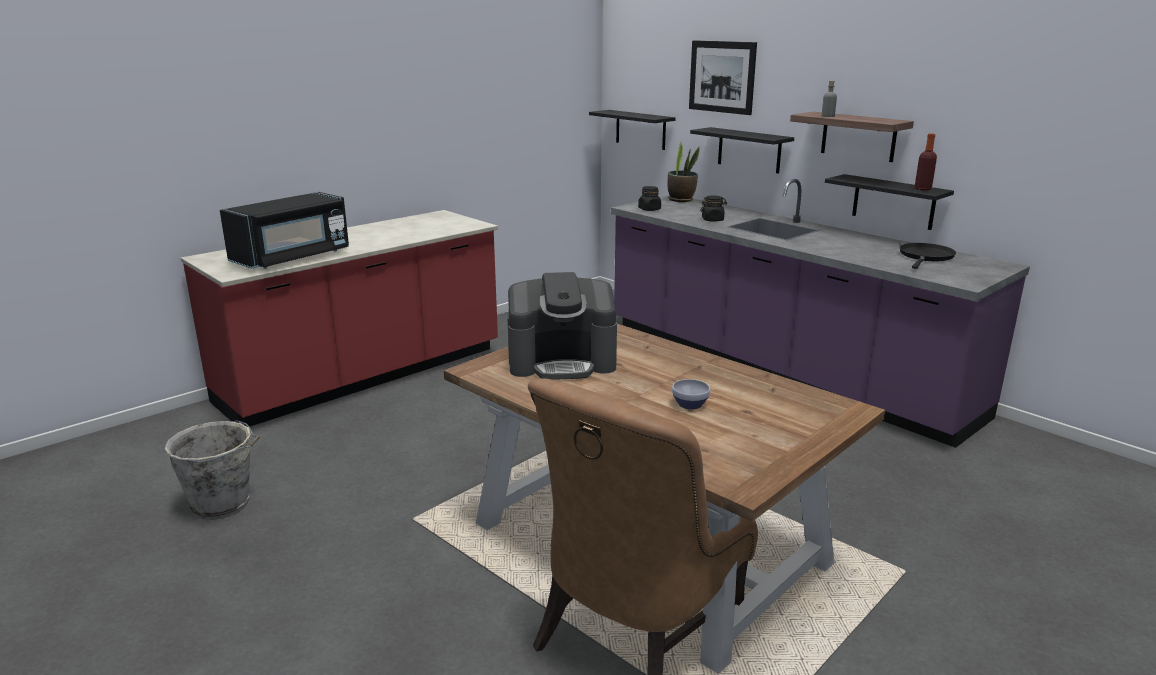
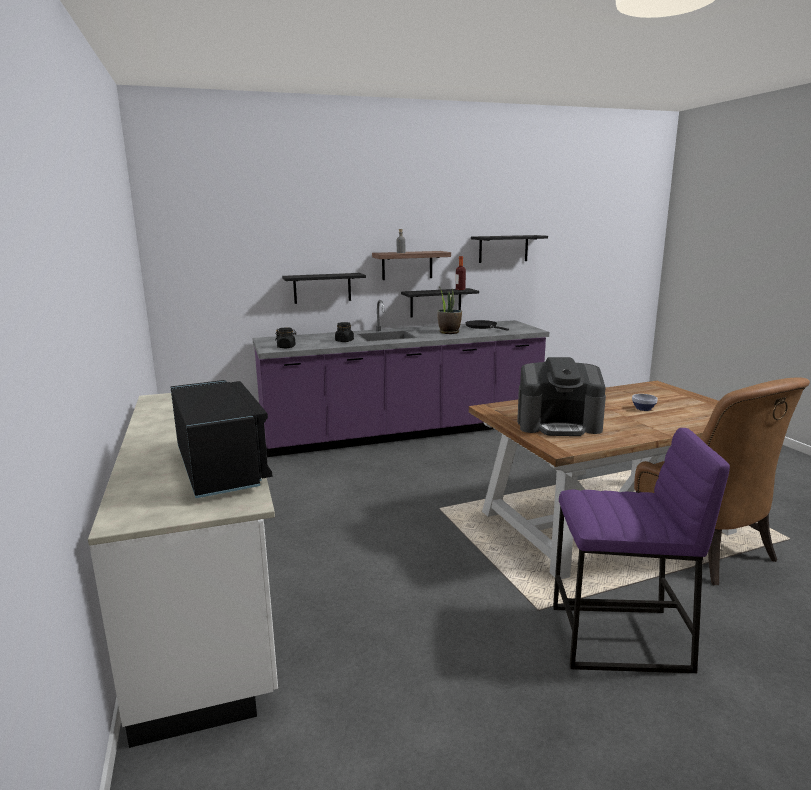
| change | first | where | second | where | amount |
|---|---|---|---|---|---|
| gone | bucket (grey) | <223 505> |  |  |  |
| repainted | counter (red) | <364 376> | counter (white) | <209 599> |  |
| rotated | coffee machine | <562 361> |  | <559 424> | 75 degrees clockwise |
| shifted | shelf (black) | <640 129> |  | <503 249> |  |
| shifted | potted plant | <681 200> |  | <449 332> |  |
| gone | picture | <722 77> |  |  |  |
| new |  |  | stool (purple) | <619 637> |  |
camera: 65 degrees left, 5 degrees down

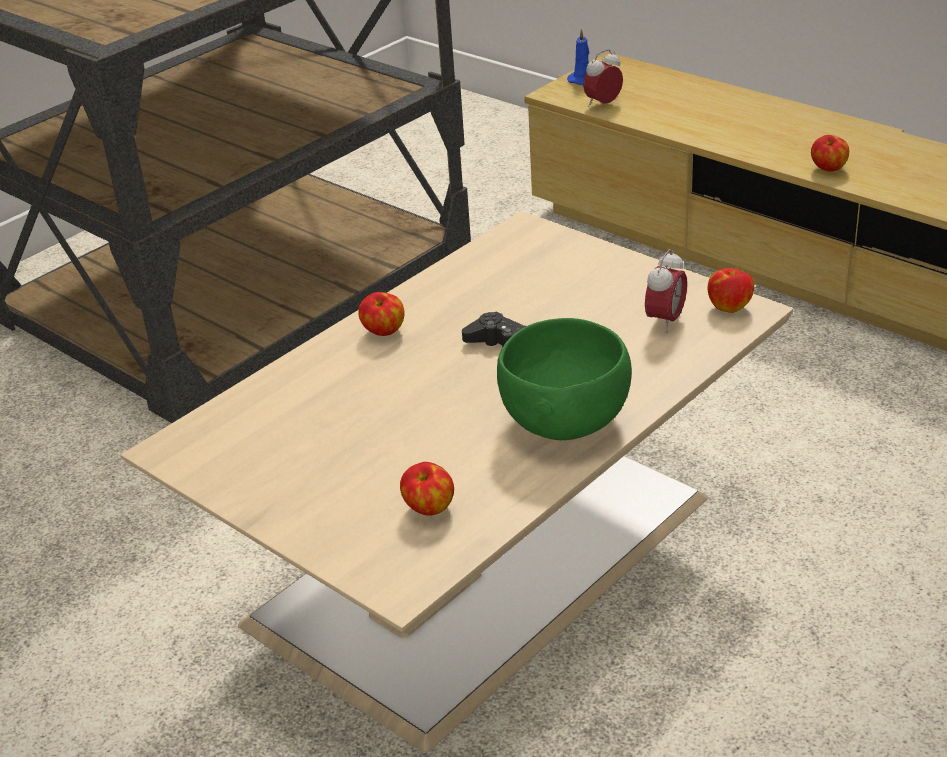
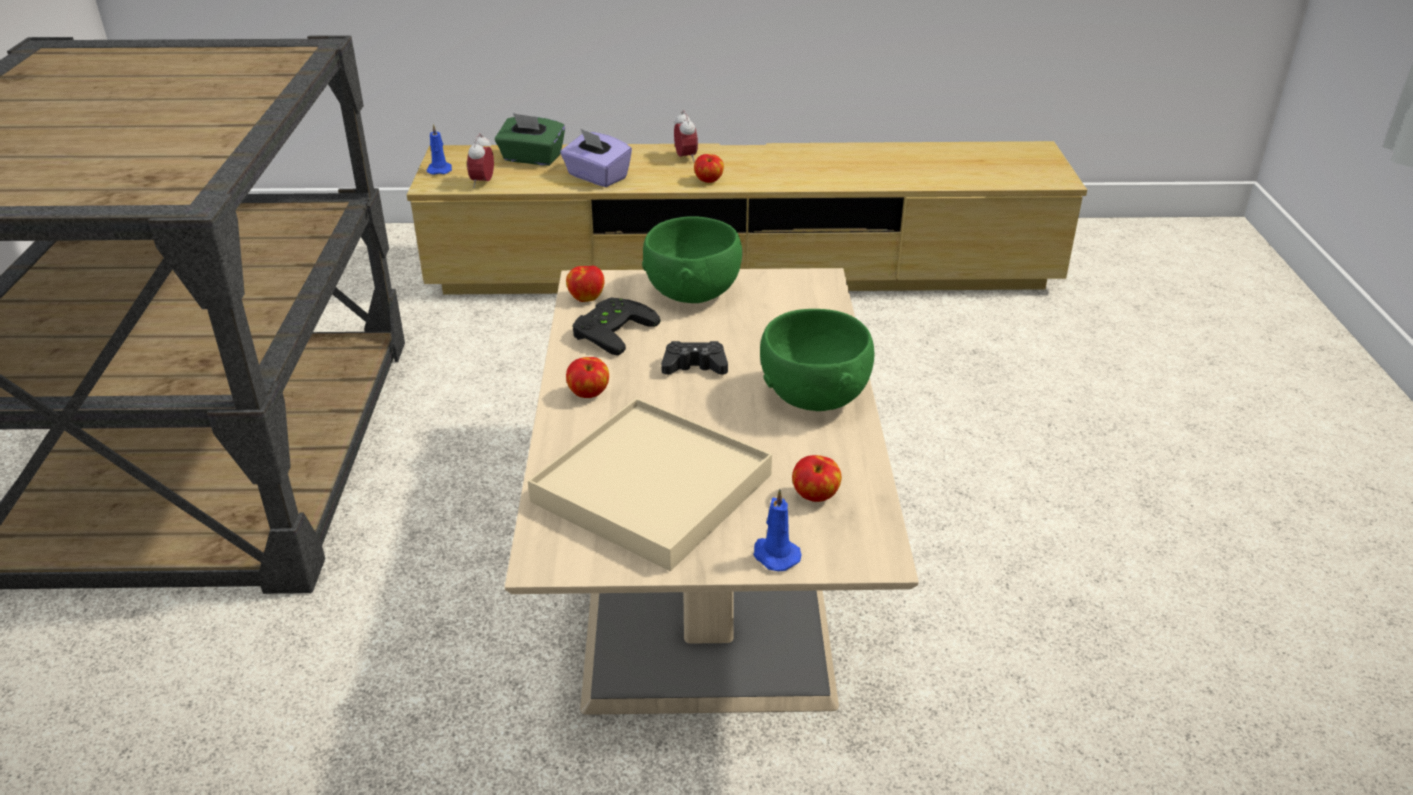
| change | first | where | second | where | amount |
|---|---|---|---|---|---|
| shifted | alarm clock | <665 321> |  | <685 158> |  |
| shifted | apple | <729 307> |  | <586 297> |  |
| new |  |  | tissue box (green) | <532 158> |  |
| new |  |  | tray (beige) | <651 488> |  |
| new |  |  | tissue box (purple) | <597 177> |  |
| new |  |  | game controller (black) | <610 330> |  |
| new |  |  | bowl (green) | <693 292> |  |
| new |  |  | candle (blue) | <774 555> |  |
camera: 45 degrees left, 0 degrees up

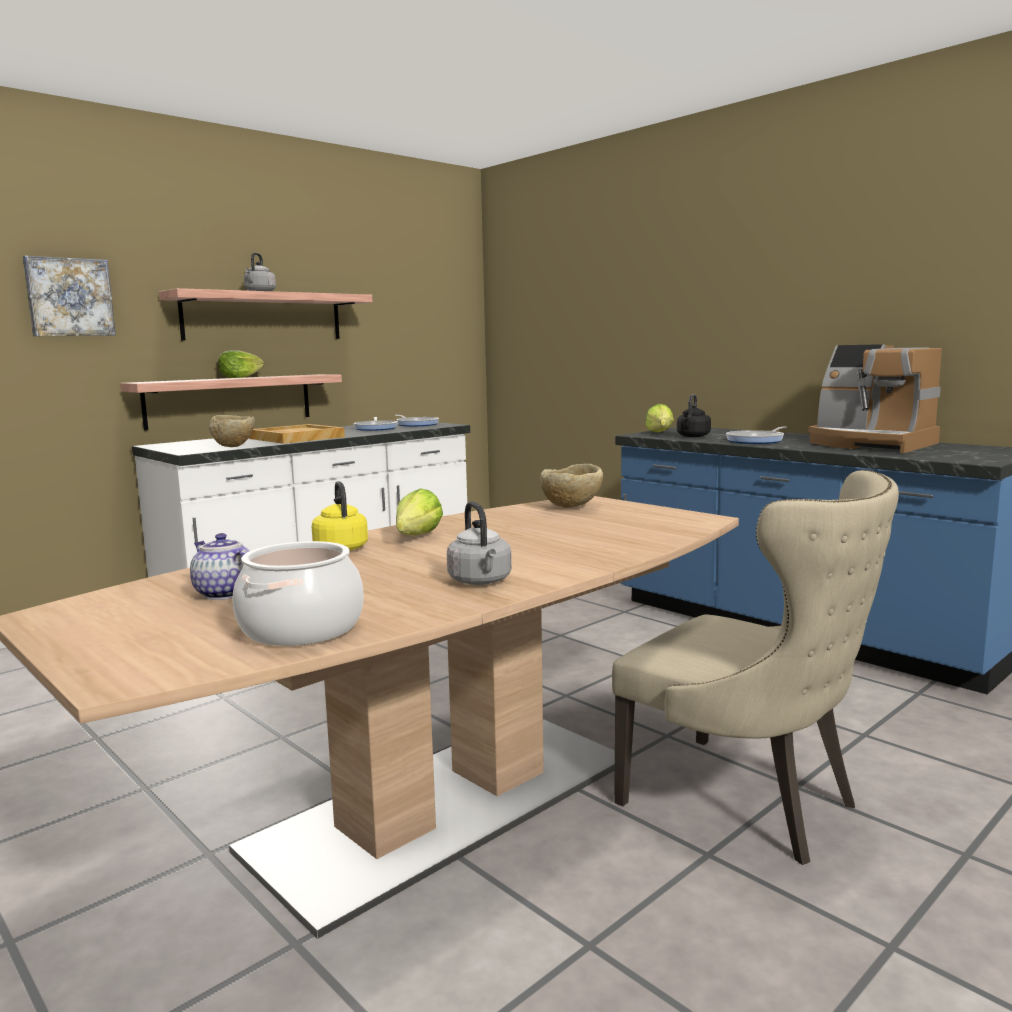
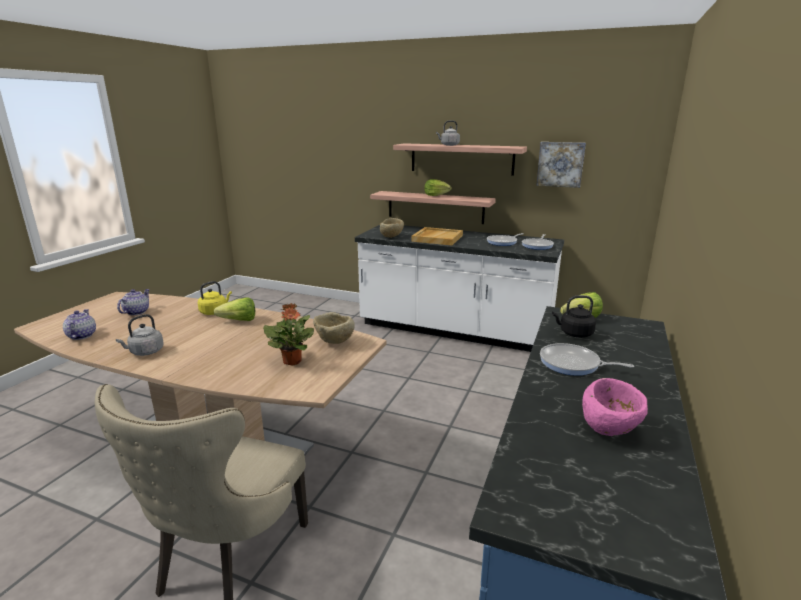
| change | first | where | second | where | amount |
|---|---|---|---|---|---|
| shifted | picture | <69 297> |  | <560 164> |  |
| swapped | cooking pot | <301 629> | teapot | <81 335> |  |
| swapped | coffee machine | <871 444> | bowl (pink) | <610 429> |  |
| new |  |  | potted plant | <292 361> |  |
camera: 65 degrees right, 10 degrees up

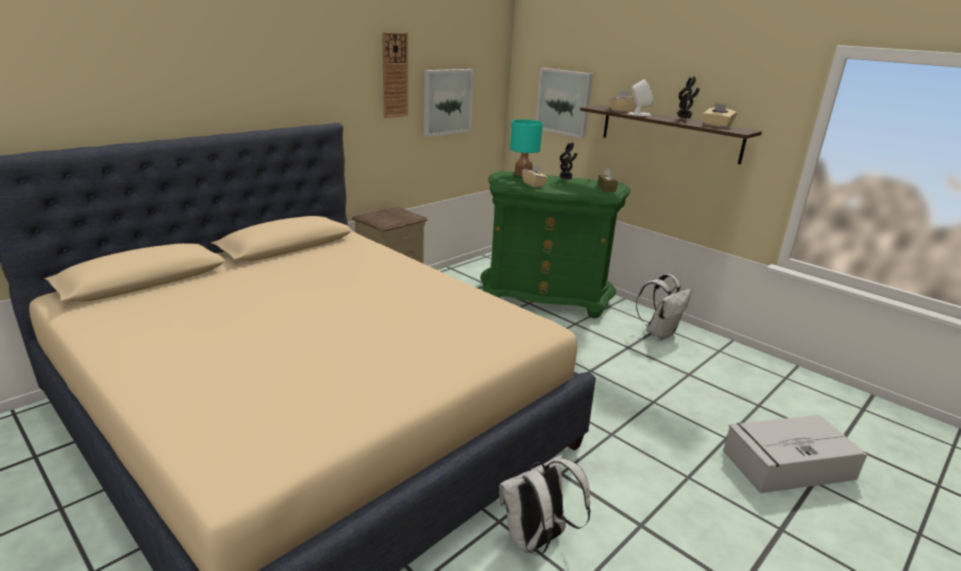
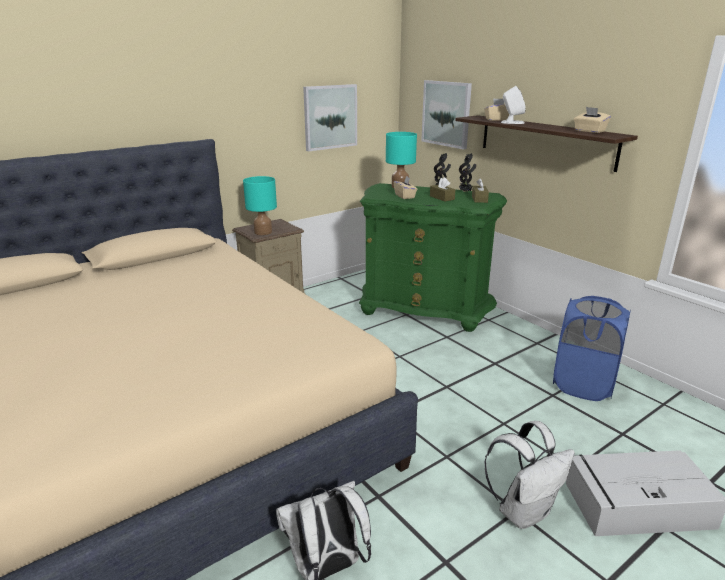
| change | first | where | second | where | amount |
|---|---|---|---|---|---|
| gone | wall clock | <394 75> |  |  |  |
| shifted | backpack (white) | <659 333> |  | <524 511> |  |
| shifted | potted plant | <683 120> |  | <465 192> |  |
| new |  |  | table lamp (turquoise) | <262 232> |  |
| new |  |  | tissue box (brown) | <442 198> |  |
| new |  |  | laundry basket (blue) | <583 385> |  |
camera: 10 degrees right, 0 degrees up

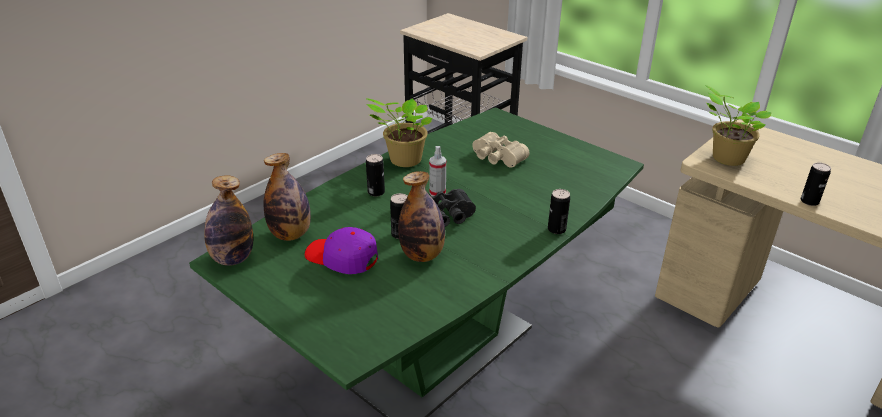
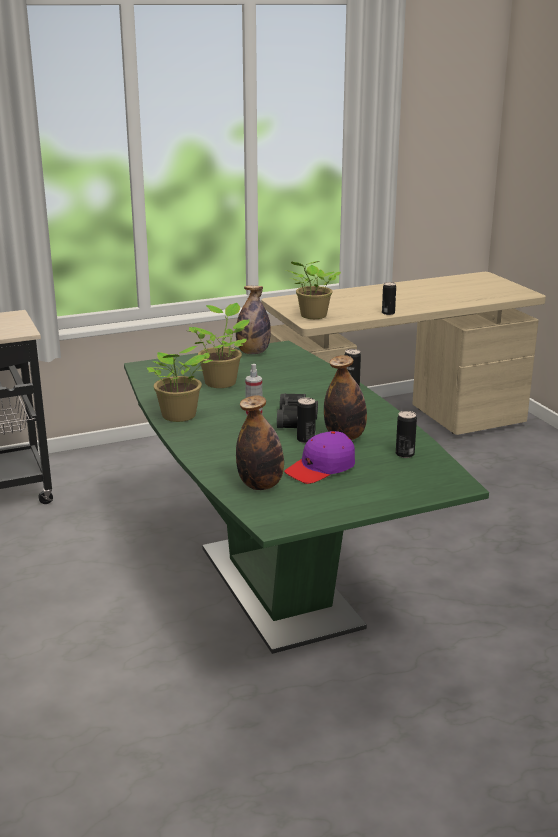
| change | first | where | second | where | amount |
|---|---|---|---|---|---|
| shifted | bottle | <232 259> |  | <253 352> |  |
| shifted | can | <376 192> |  | <405 454> |  |
| swapped | binoculars (beige) | <496 158> | potted plant | <221 382> |  |
camera: 65 degrees left, 10 degrees down

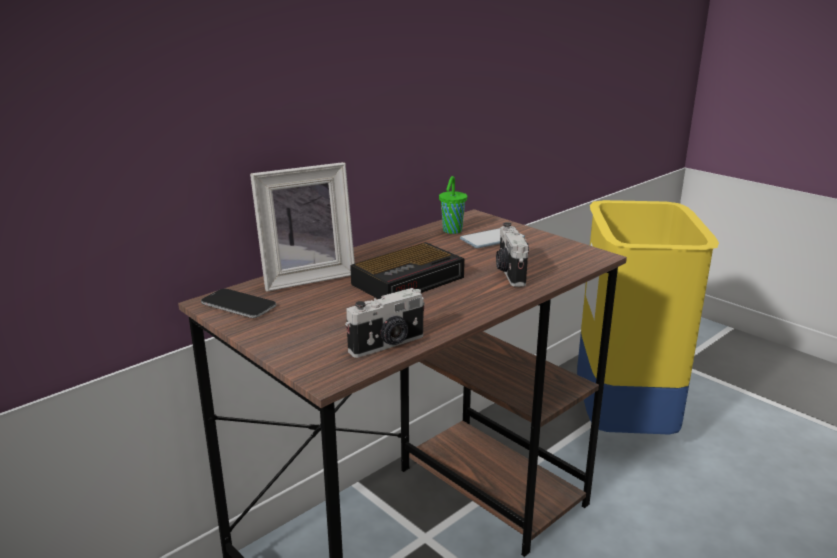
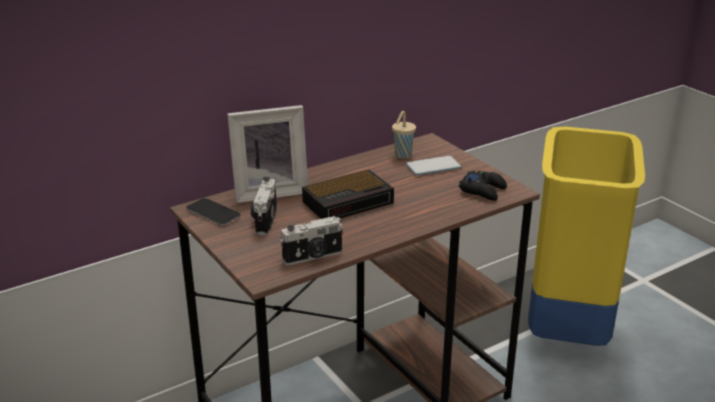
| change | first | where | second | where | amount |
|---|---|---|---|---|---|
| repainted | cup (green) | <451 231> | cup (beige) | <402 155> |  |
| shifted | photo camera | <509 273> |  | <264 220> |  |
| new |  |  | game controller (black) | <483 190> |  |
camera: 10 degrees right, 5 degrees up

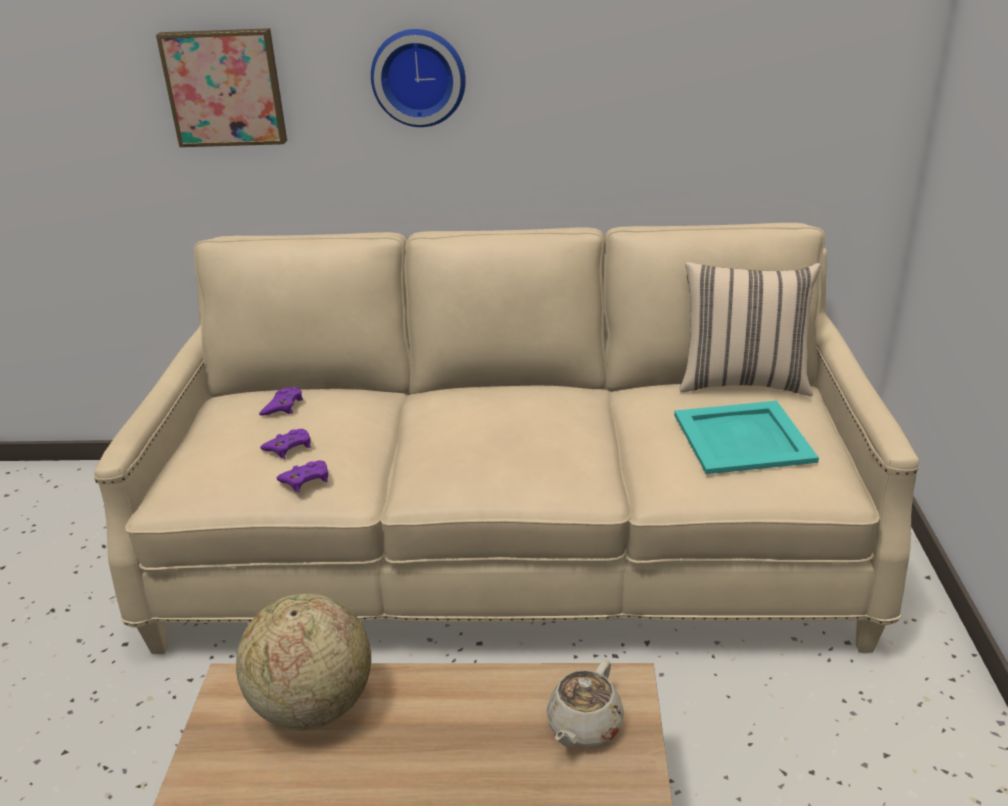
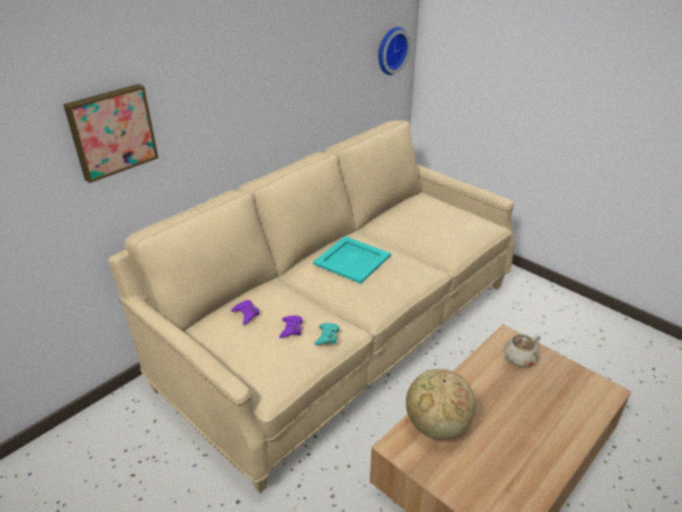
| change | first | where | second | where | amount |
|---|---|---|---|---|---|
| repainted | game controller (purple) | <306 480> | game controller (turquoise) | <327 336> |  |
| shifted | wall clock | <419 77> |  | <390 50> |  |
| rotated | teapot (beige) | <583 726> |  | <519 358> | 75 degrees clockwise |
| shifted | tray (turquoise) | <741 437> |  | <351 259> |  |
| gone | pillow (beige) | <743 382> |  |  |  |
camera: 50 degrees left, 5 degrees up

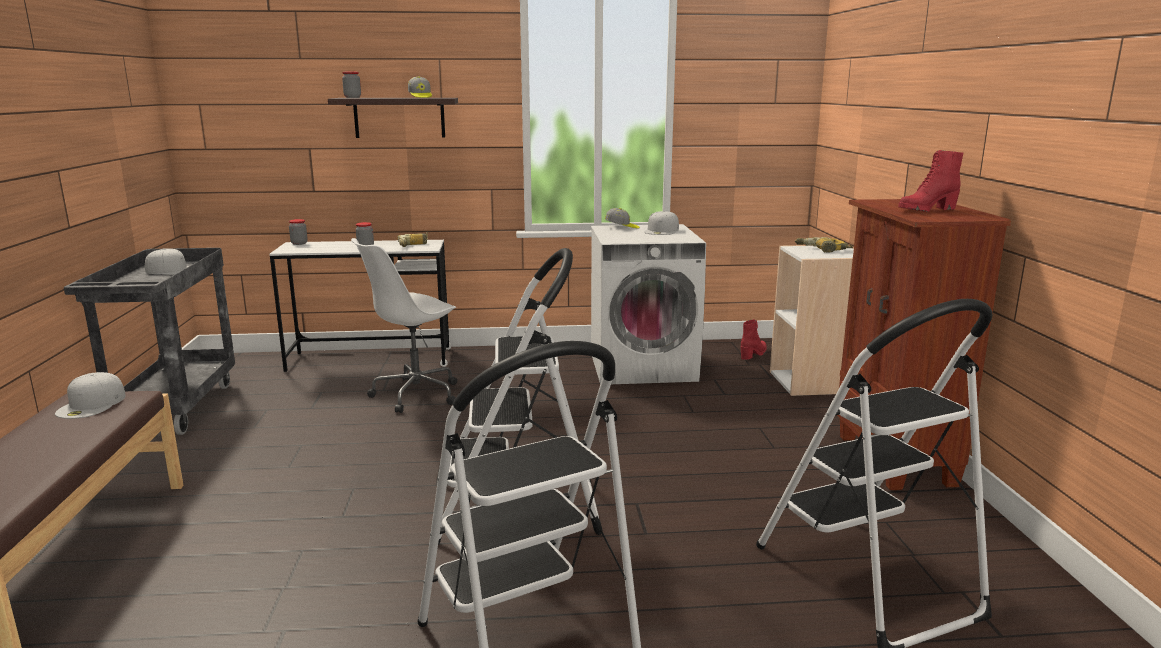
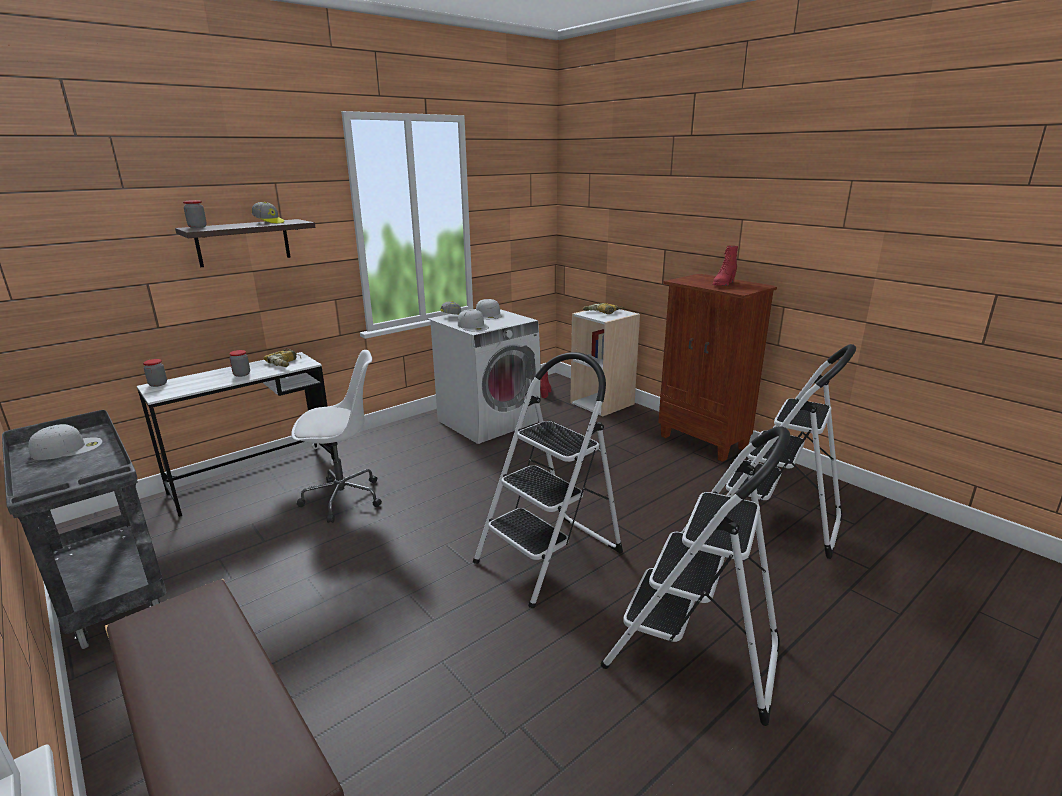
| change | first | where | second | where | amount |
|---|---|---|---|---|---|
| shifted | cap (white) | <92 404> |  | <473 326> |  |
| rotated | office chair (white) | <414 395> |  | <345 498> | 120 degrees counterclockwise |
camera: 35 degrees left, 5 degrees up

